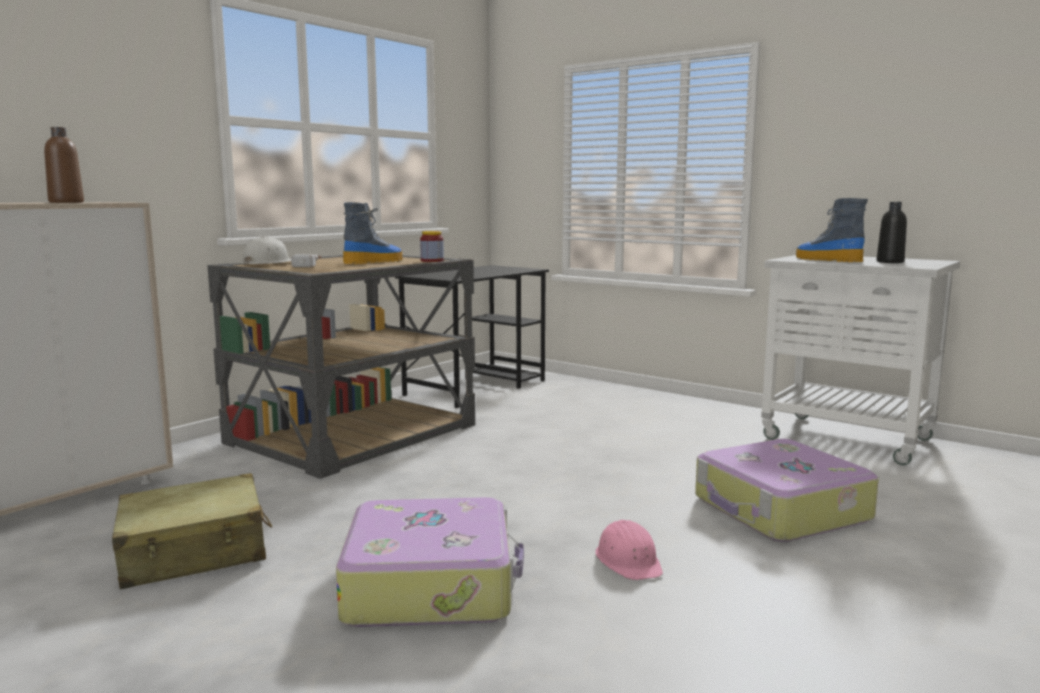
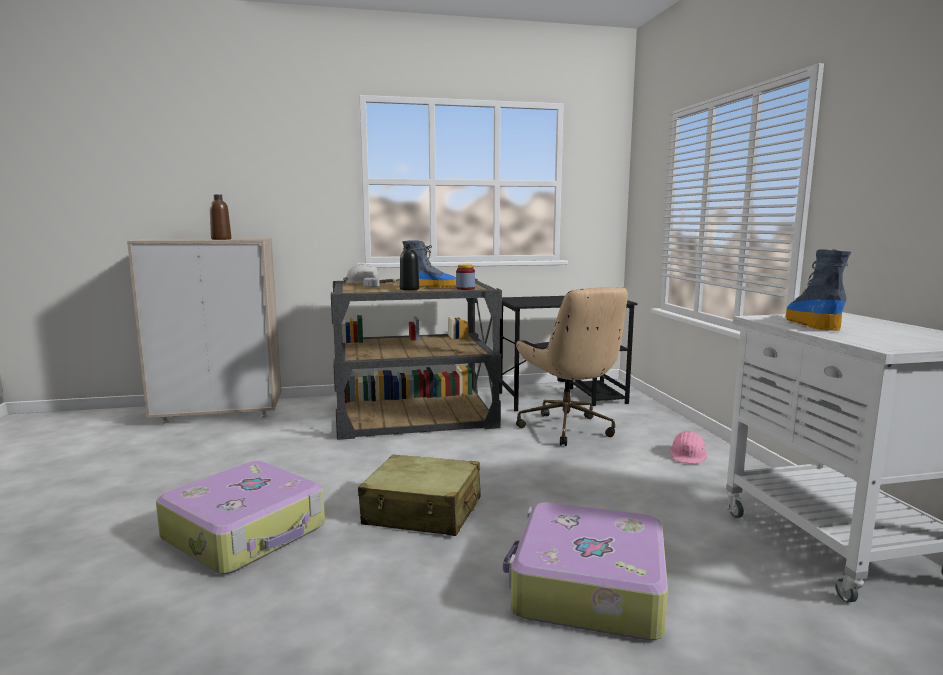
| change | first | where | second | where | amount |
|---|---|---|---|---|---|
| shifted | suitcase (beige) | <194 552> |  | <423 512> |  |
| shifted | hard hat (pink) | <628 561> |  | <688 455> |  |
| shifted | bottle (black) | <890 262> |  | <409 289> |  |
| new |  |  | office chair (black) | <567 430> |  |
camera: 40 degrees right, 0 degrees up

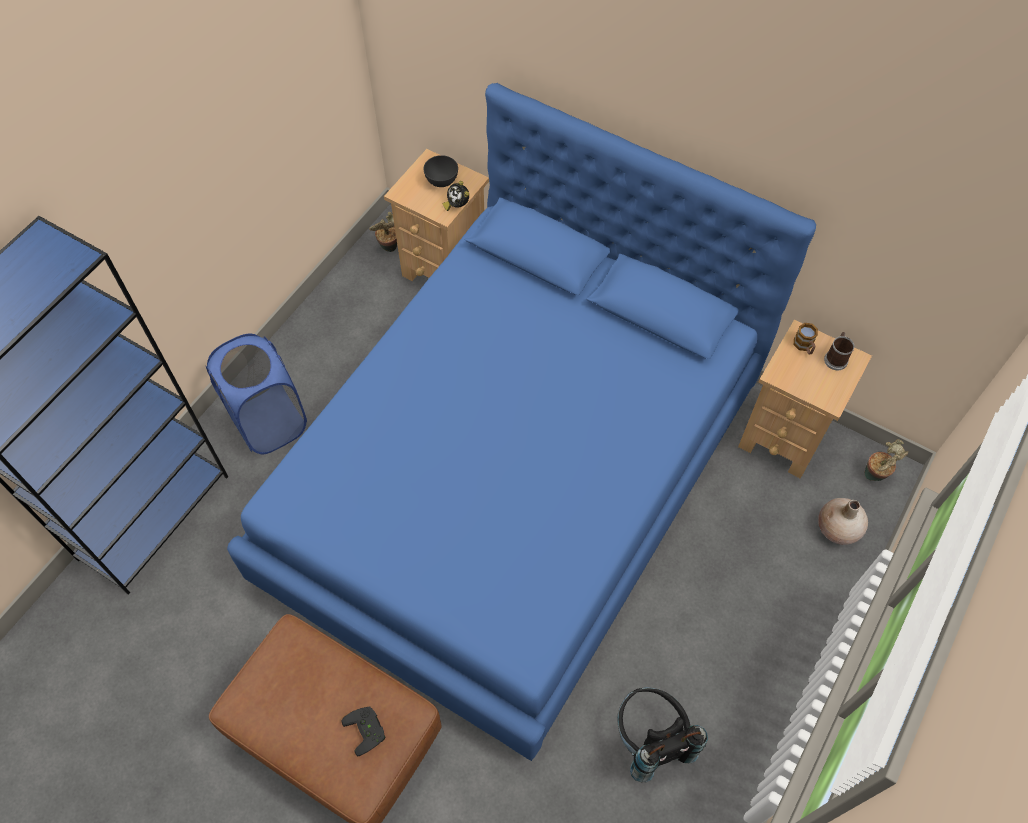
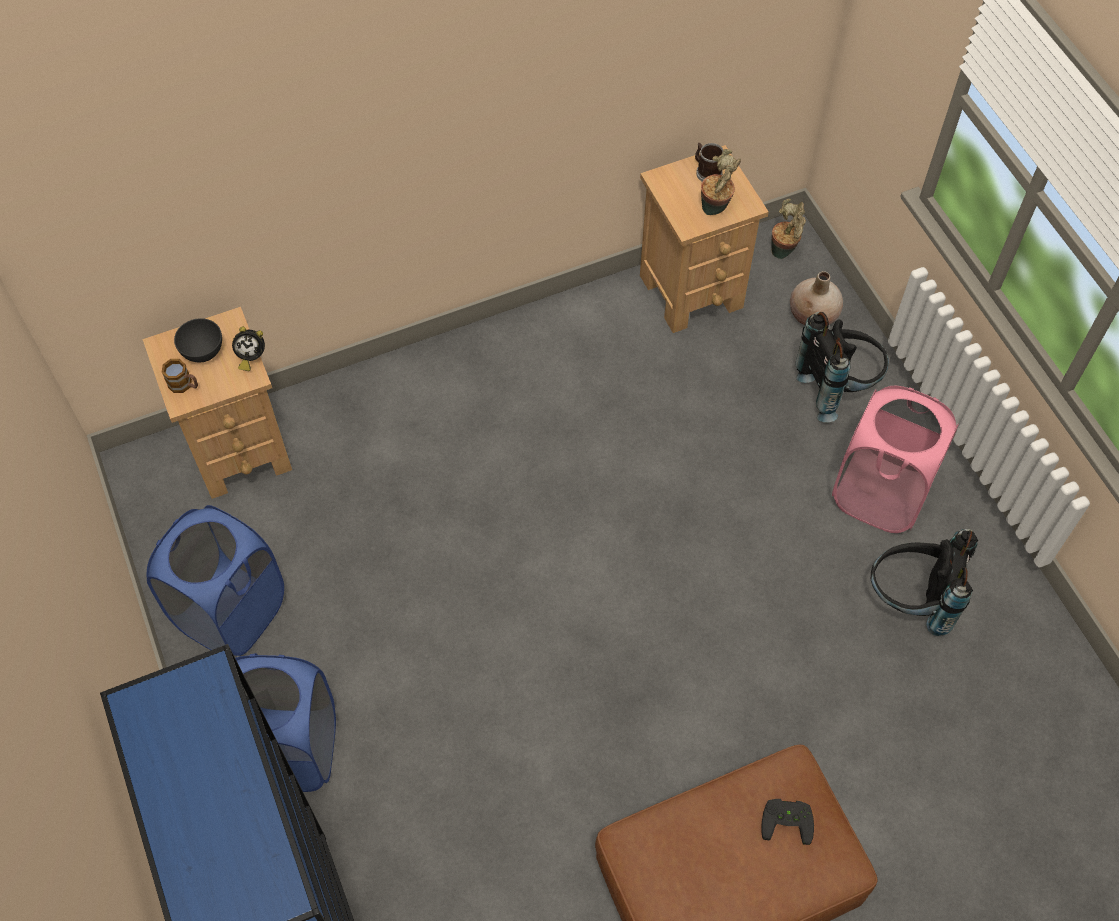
| change | first | where | second | where | amount |
|---|---|---|---|---|---|
| gone | bed (blue) | <515 480> |  |  |  |
| shifted | potted plant | <389 248> |  | <716 209> |  |
| shifted | mug | <804 346> |  | <184 385> |  |
| new |  |  | laundry basket (blue) | <231 612> |  |
| new |  |  | backpack (black) | <837 387> |  |
| new |  |  | laundry basket (pink) | <880 494> |  |
camera: 55 degrees left, 0 degrees up

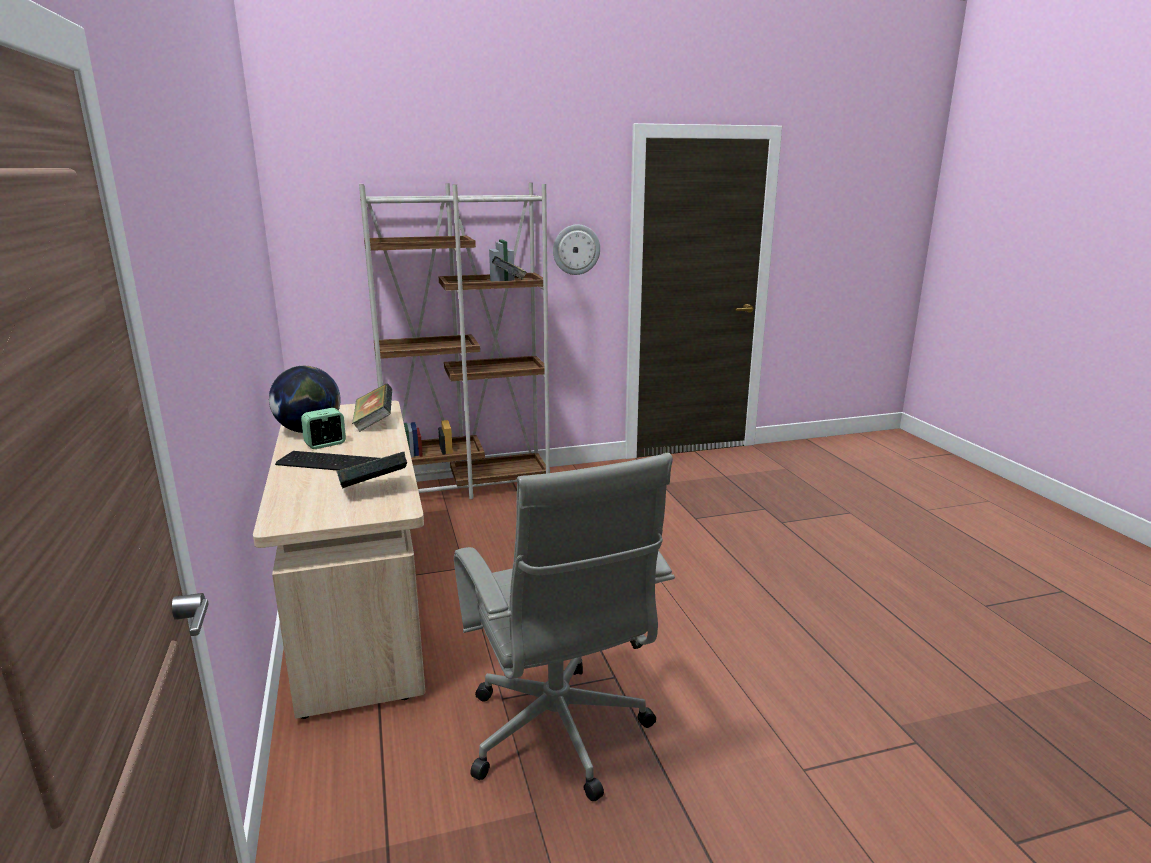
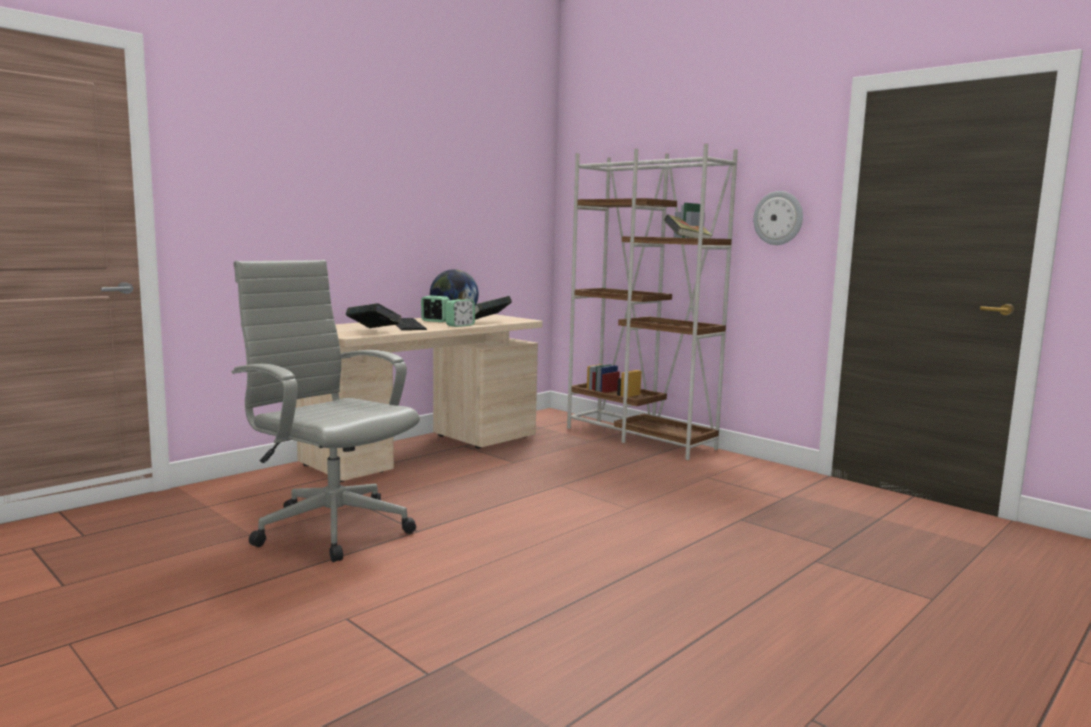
| change | first | where | second | where | amount |
|---|---|---|---|---|---|
| rotated | office chair (grey) | <560 738> |  | <329 527> | 90 degrees clockwise |
| new |  |  | alarm clock | <460 325> |  |
camera: 60 degrees right, 10 degrees down

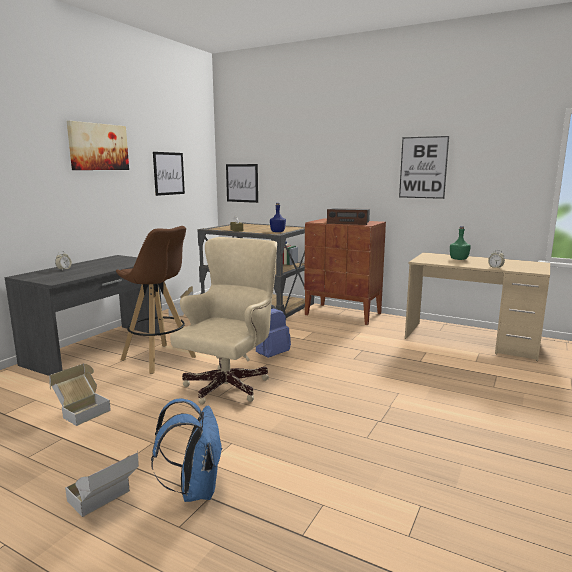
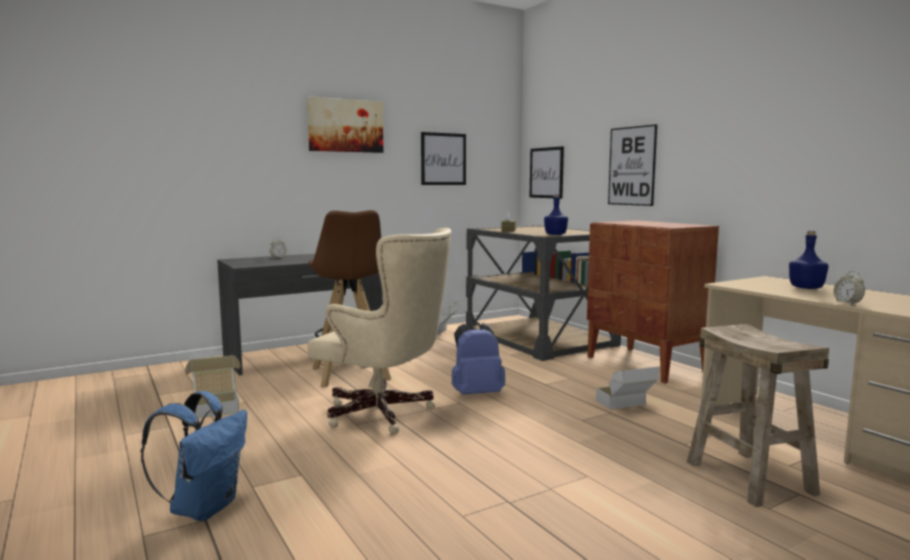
| change | first | where | second | where | amount |
|---|---|---|---|---|---|
| shifted | cardboard box | <105 502> |  | <626 406> |  |
| rotated | office chair (beige) | <229 384> |  | <385 415> | 60 degrees clockwise |
| gone | radio | <348 222> |  |  |  |
| shifted | picture | <423 167> |  | <632 166> |  |
| repainted | bottle (green) | <459 259> | bottle (blue) | <806 288> |  |
| new |  |  | stool (beige) | <748 477> |  |
camera: 30 degrees right, 5 degrees down

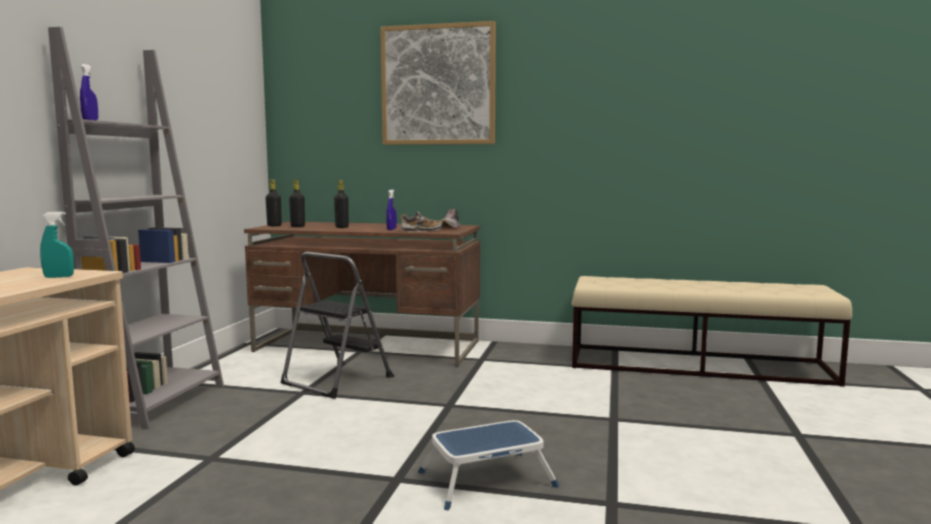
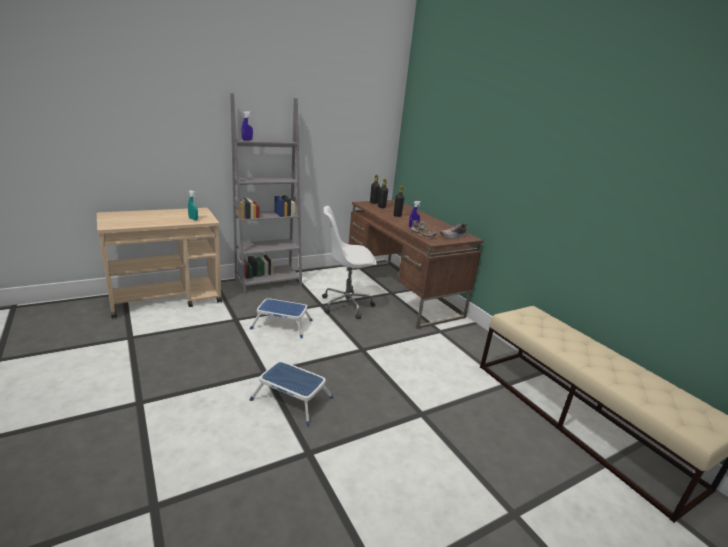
| change | first | where | second | where | amount |
|---|---|---|---|---|---|
| swapped | step ladder (black) | <334 381> | office chair (white) | <345 305> |  |
| gone | picture | <438 85> |  |  |  |
| new |  |  | step ladder (blue) | <282 325> |  |
camera: 45 degrees right, 15 degrees up

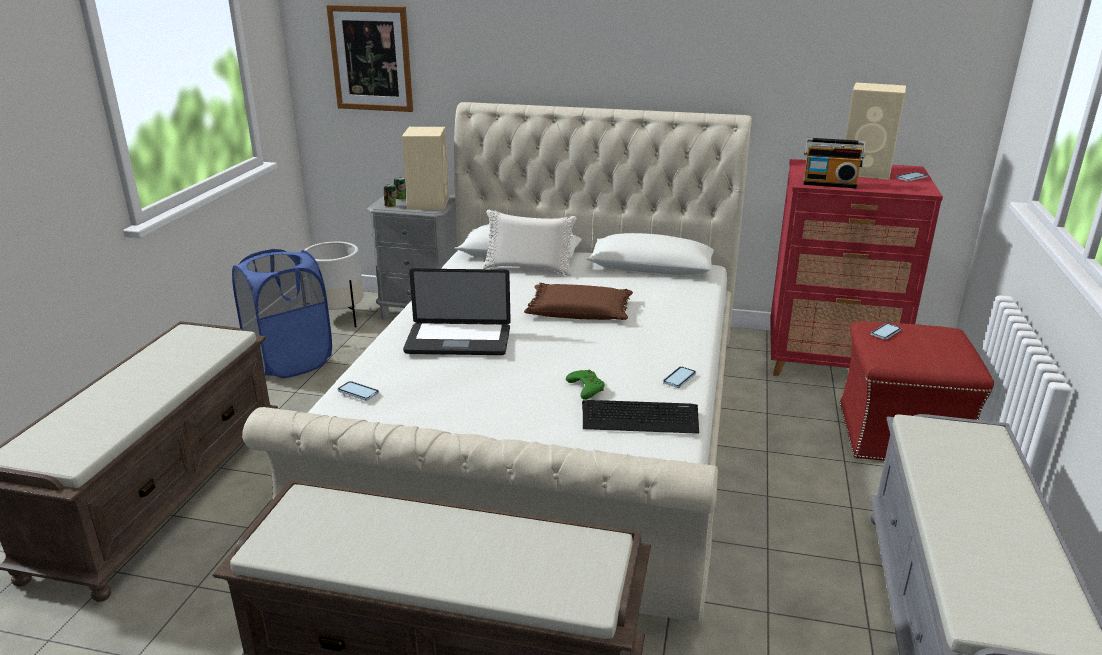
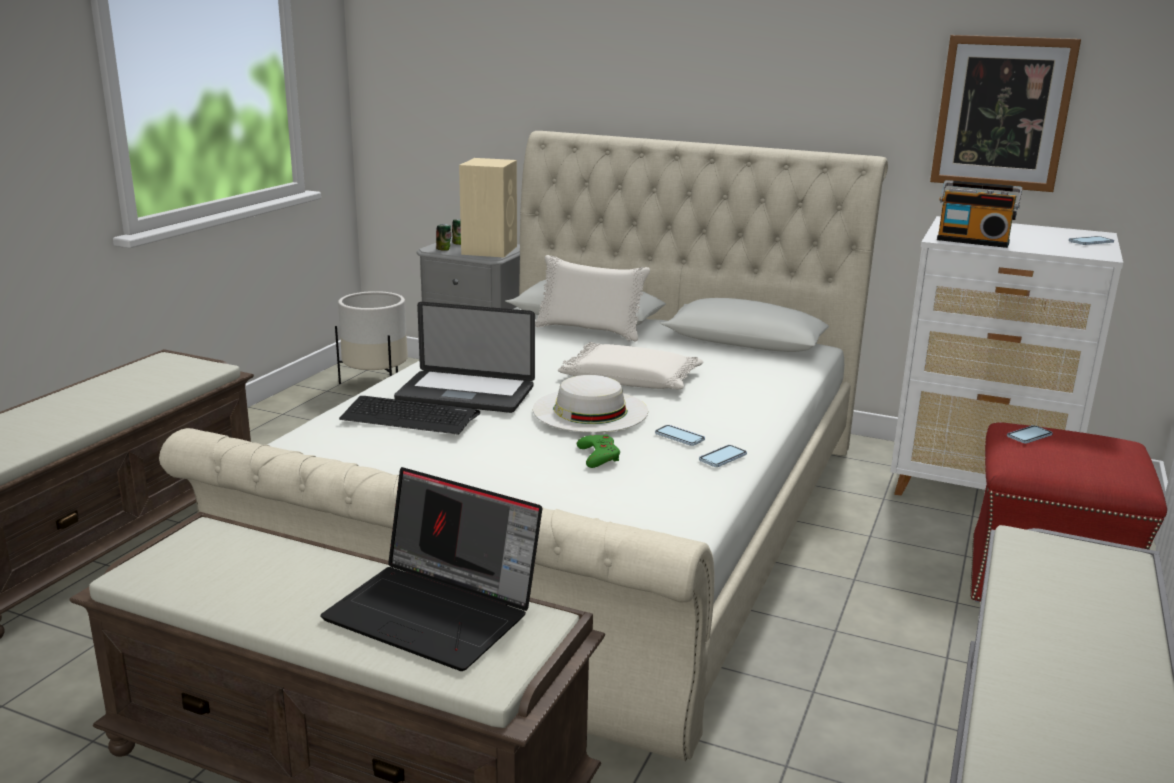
| change | first | where | second | where | amount |
|---|---|---|---|---|---|
| gone | laundry basket (blue) | <290 362> |  |  |  |
| shifted | picture | <371 58> |  | <1002 113> |  |
| shifted | phone | <358 392> |  | <679 437> |  |
| repainted | pillow (brown) | <579 309> | pillow (white) | <631 376> |  |
| shifted | keyboard | <640 418> |  | <409 417> |  |
| repainted | dresser (red) | <831 361> | dresser (white) | <980 485> |  |
| gone | speaker (beige) | <867 172> |  |  |  |
| new |  |  | laptop | <437 612> |  |
| new |  |  | hat (white) | <590 410> |  |
camera: 10 degrees right, 5 degrees down

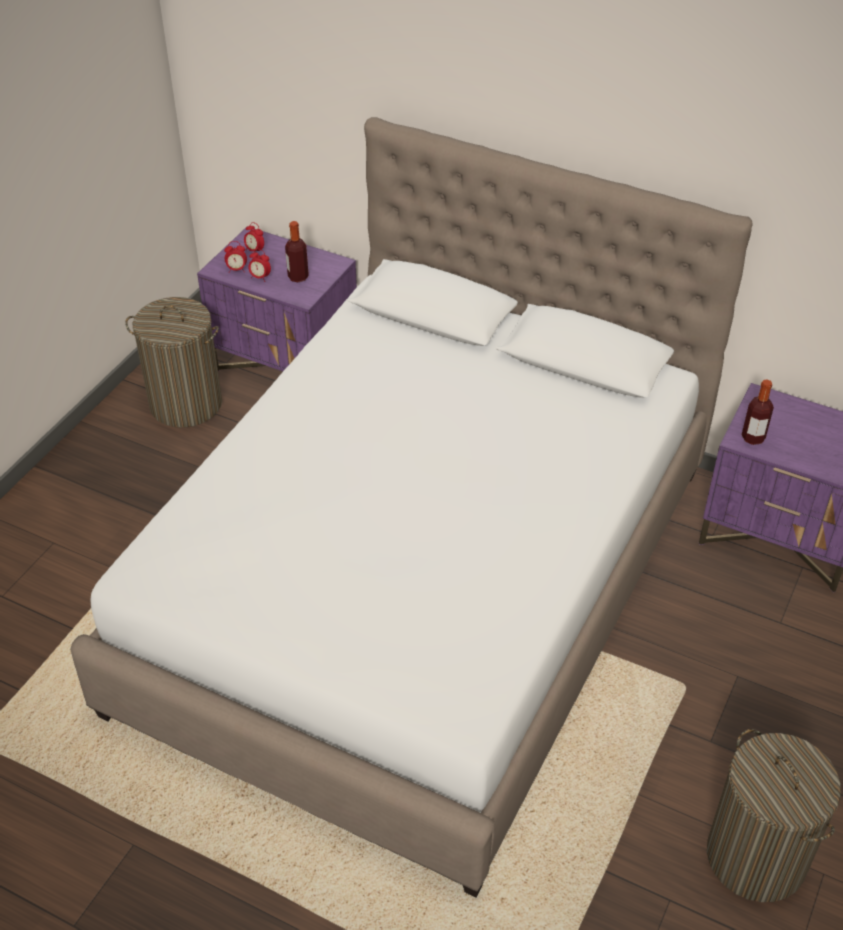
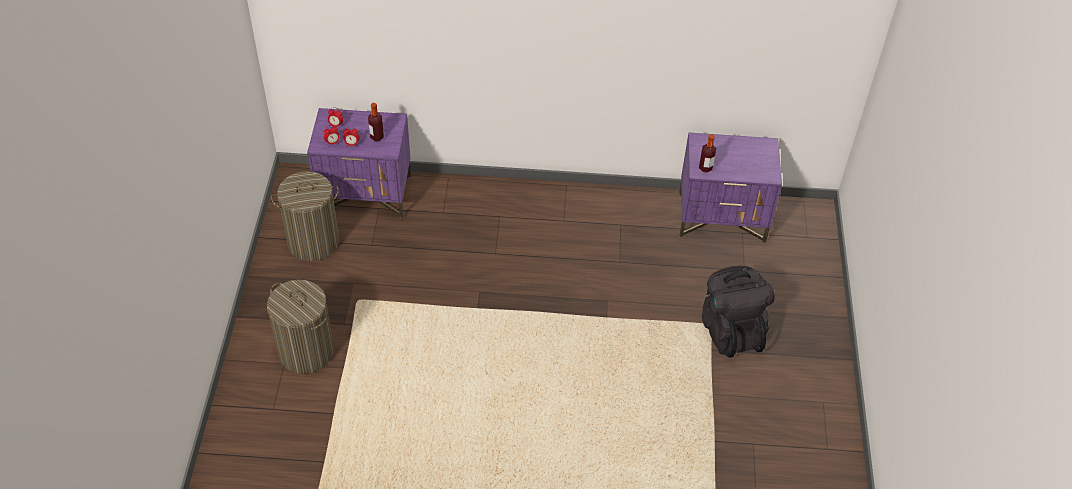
| change | first | where | second | where | amount |
|---|---|---|---|---|---|
| gone | bed (white) | <423 585> |  |  |  |
| shifted | laundry basket | <756 857> |  | <306 351> |  |
| new |  |  | backpack (black) | <730 329> |  |
camera: 25 degrees left, 5 degrees up

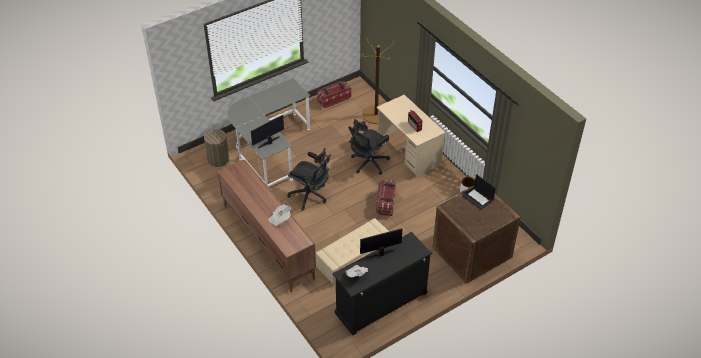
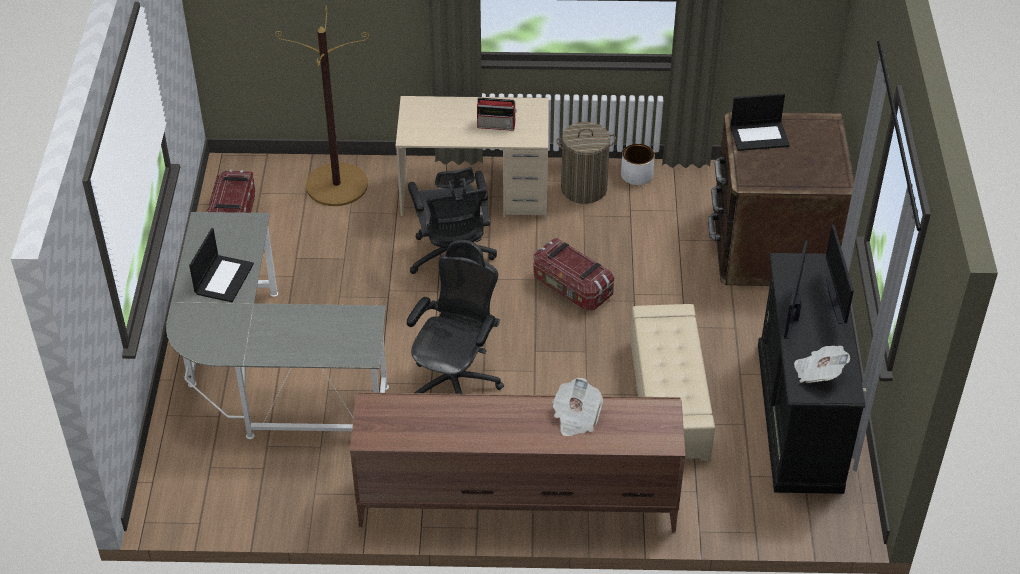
| change | first | where | second | where | amount |
|---|---|---|---|---|---|
| shifted | laundry basket | <218 159> |  | <584 188> |  |
| shifted | monitor | <269 142> |  | <836 301> |  |
| rotated | office chair | <310 196> |  | <456 381> | 45 degrees counterclockwise |
| new |  |  | laptop | <224 278> |  |
camera: 55 degrees left, 0 degrees up

